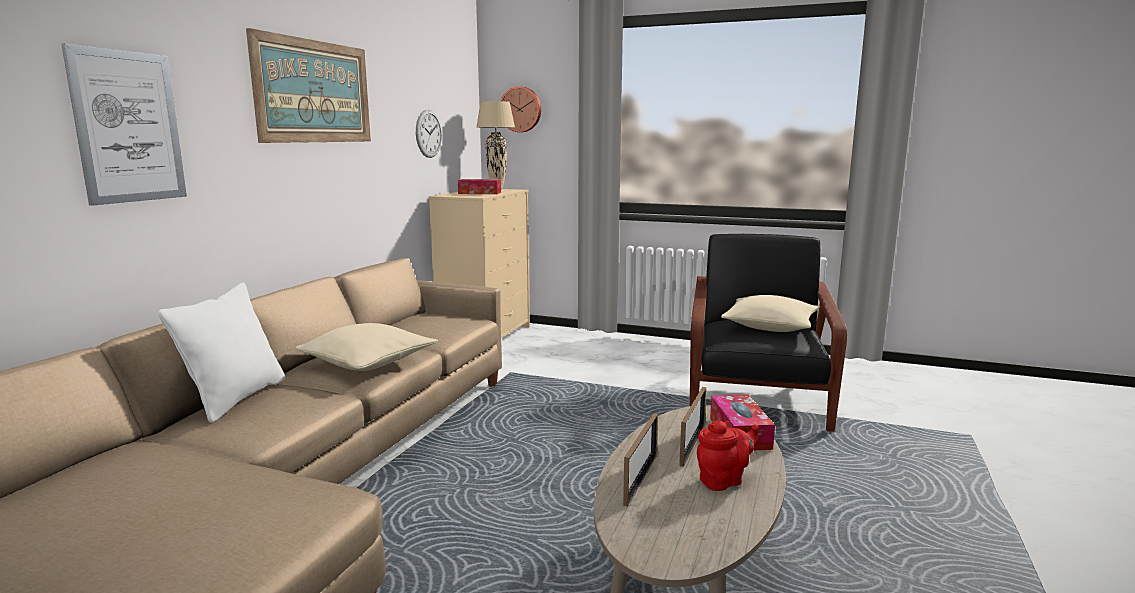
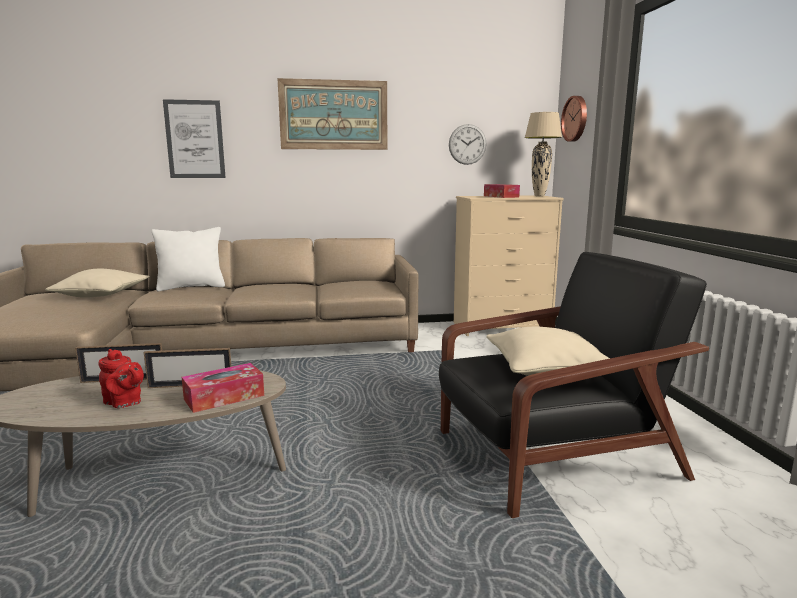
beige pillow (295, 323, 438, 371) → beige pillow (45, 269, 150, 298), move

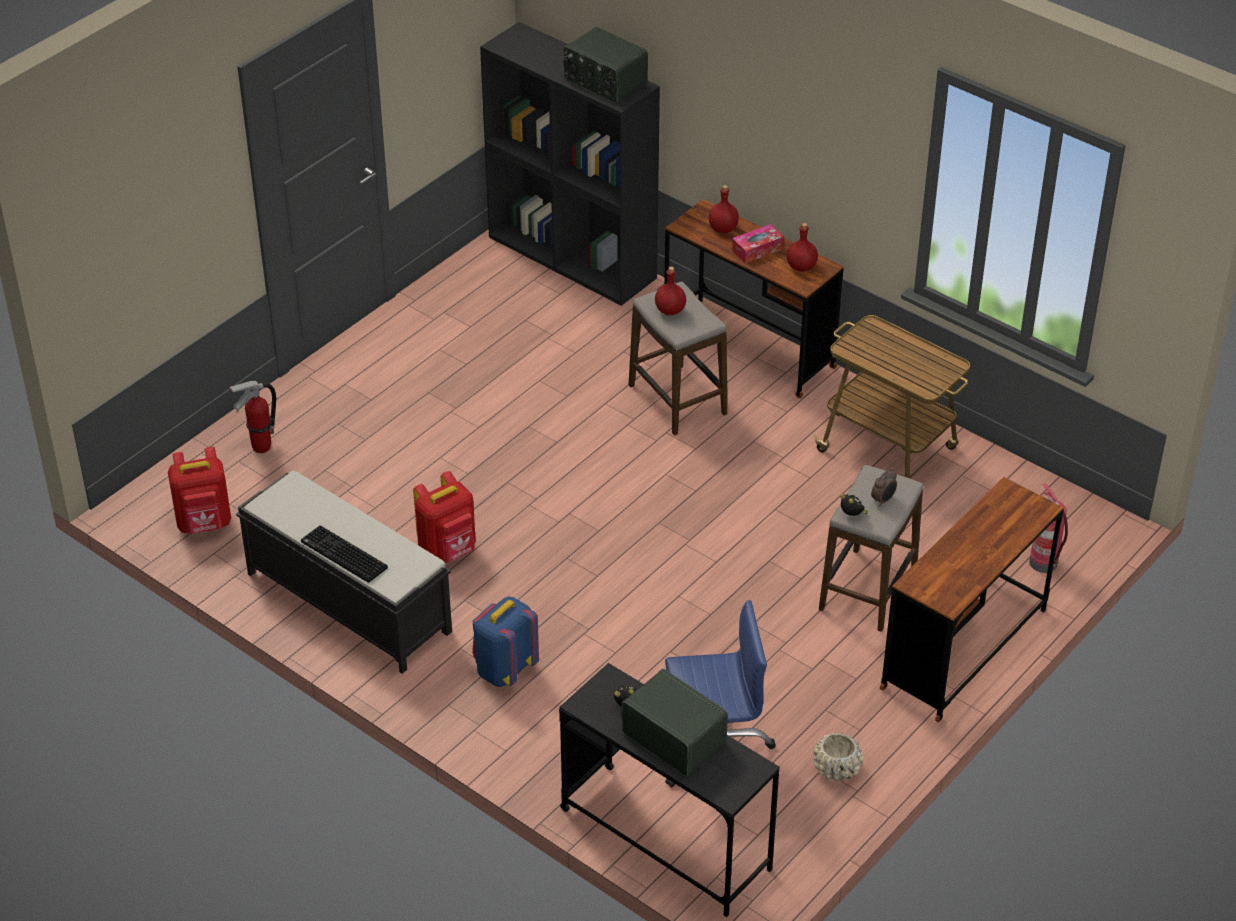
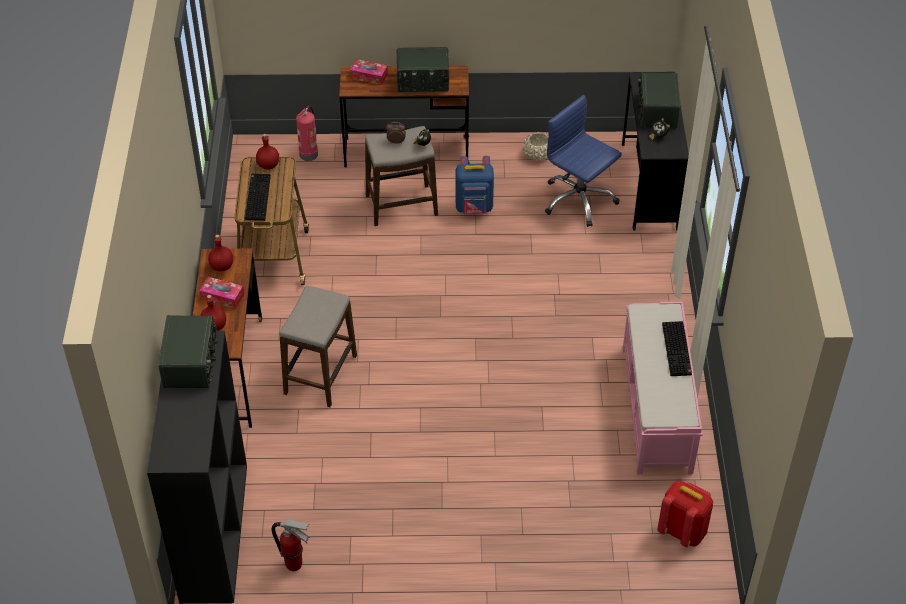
red bottle (655, 267, 686, 315) → red bottle (256, 134, 279, 169), move
fire extinguisher (229, 381, 276, 453) → fire extinguisher (271, 520, 310, 571), move
black bench (236, 471, 452, 674) → pink bench (623, 302, 703, 475)
red backpack (413, 471, 476, 563) → -
blue backpack (472, 596, 539, 687) → blue backpack (455, 156, 494, 214), move
- → radio (397, 47, 449, 93)
- → tissue box (350, 59, 388, 85)
- → keyboard (245, 173, 271, 221)

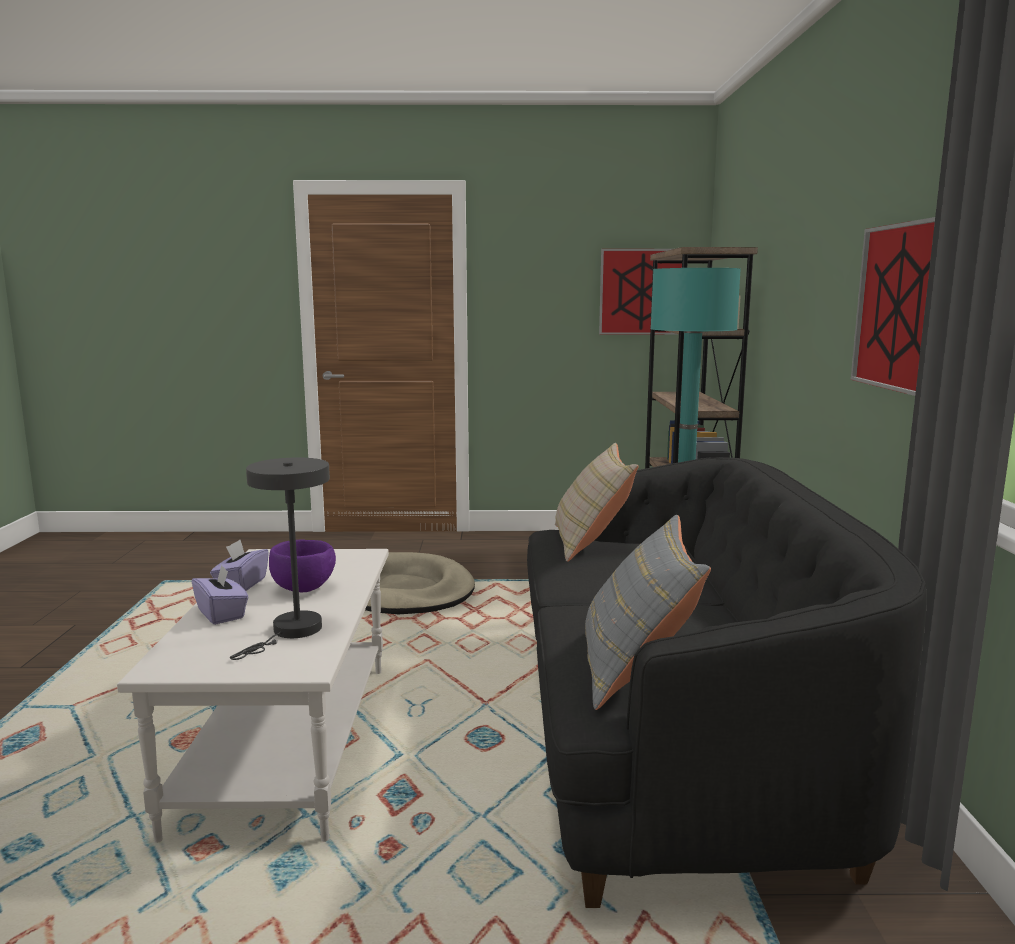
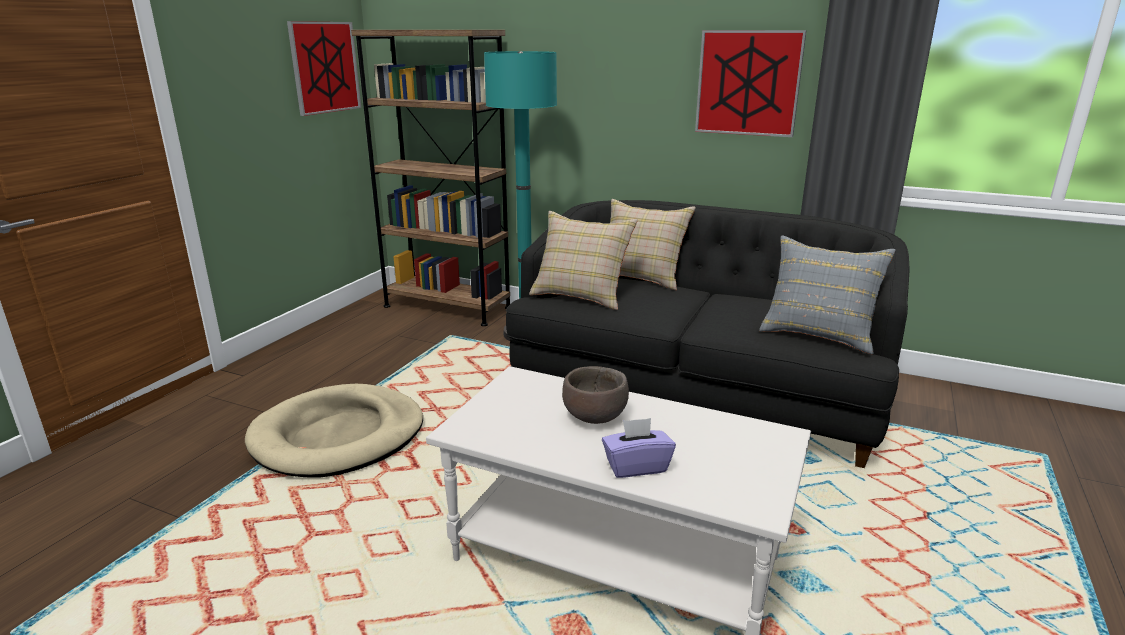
grey table lamp (230, 457, 330, 660) → -
purple tissue box (210, 540, 269, 591) → -
purple bowl (269, 540, 336, 592) → brown bowl (562, 366, 629, 424)
- → beige pillow (610, 199, 696, 290)

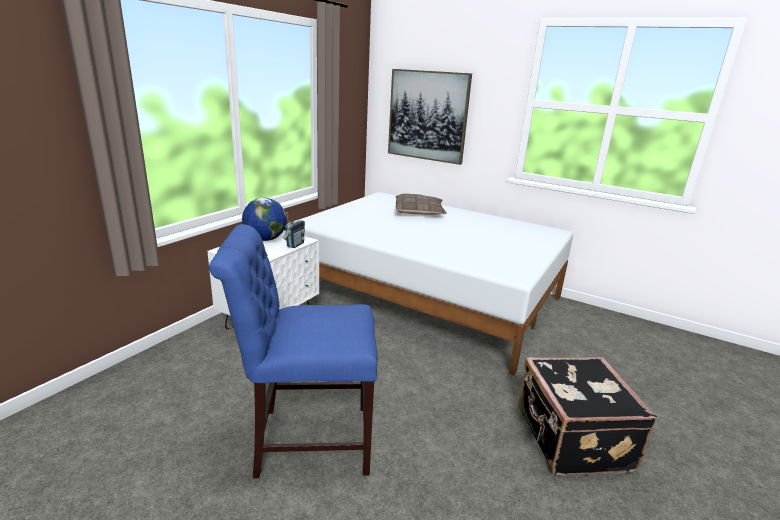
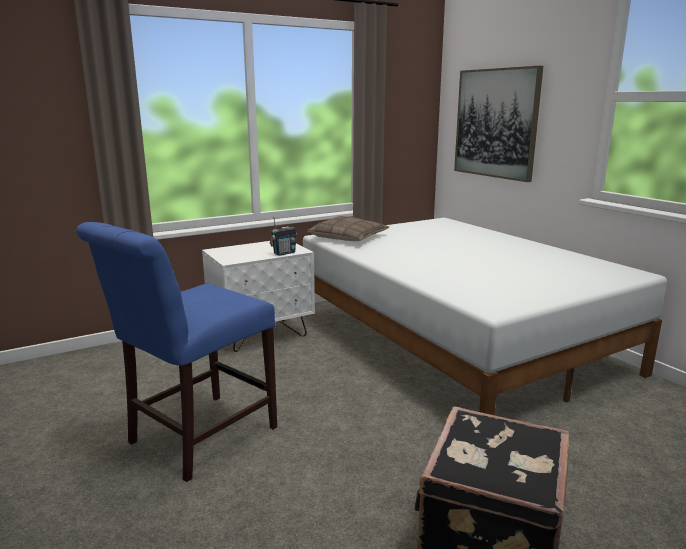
pillow (395, 194, 447, 215) → pillow (307, 216, 389, 241), move
globe (242, 198, 287, 241) → -
blue chair (209, 224, 378, 478) → blue chair (76, 222, 277, 482), 75 degrees counterclockwise

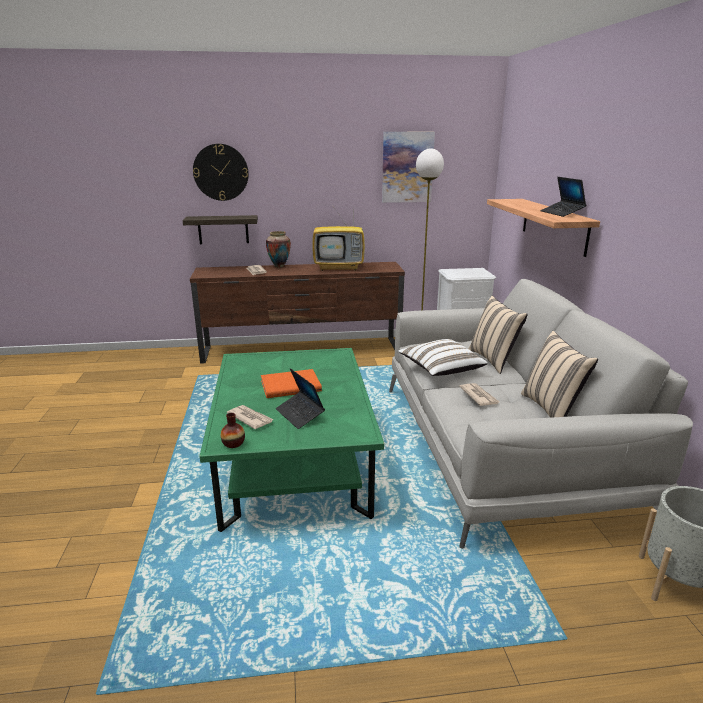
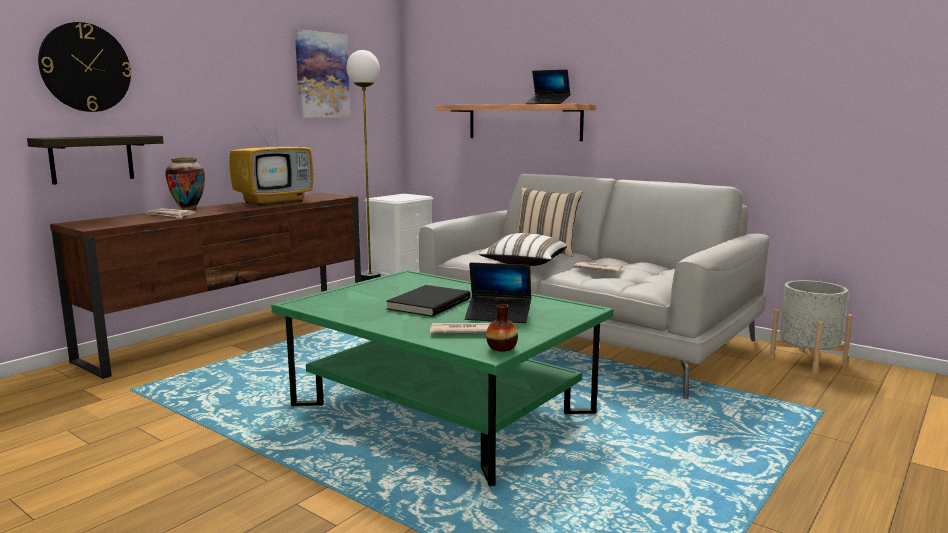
beige pillow (521, 331, 598, 418) → -
orange book (261, 369, 322, 398) → black book (386, 285, 471, 317)

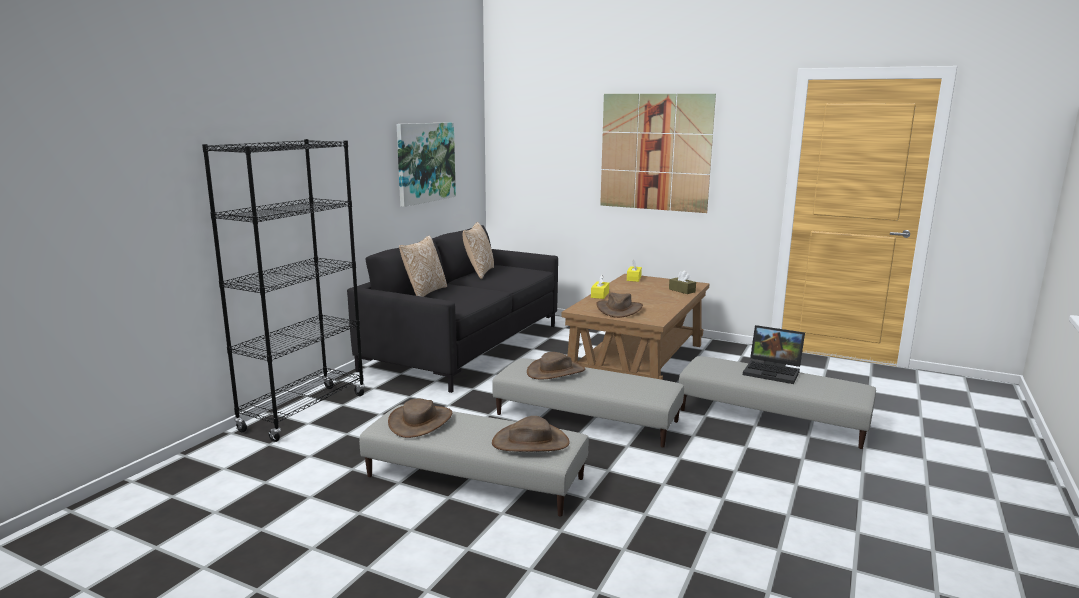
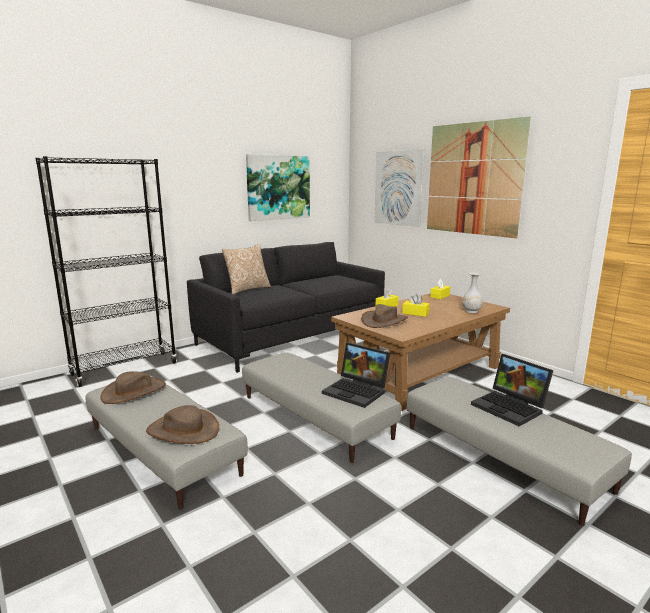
pillow (463, 222, 494, 279) → -
brown tissue box (669, 270, 696, 294) → white vase (462, 272, 483, 313)
brown hat (527, 352, 585, 379) → -
- → picture (374, 149, 425, 227)
- → yellow tissue box (402, 294, 430, 317)
- → laptop (322, 342, 390, 408)

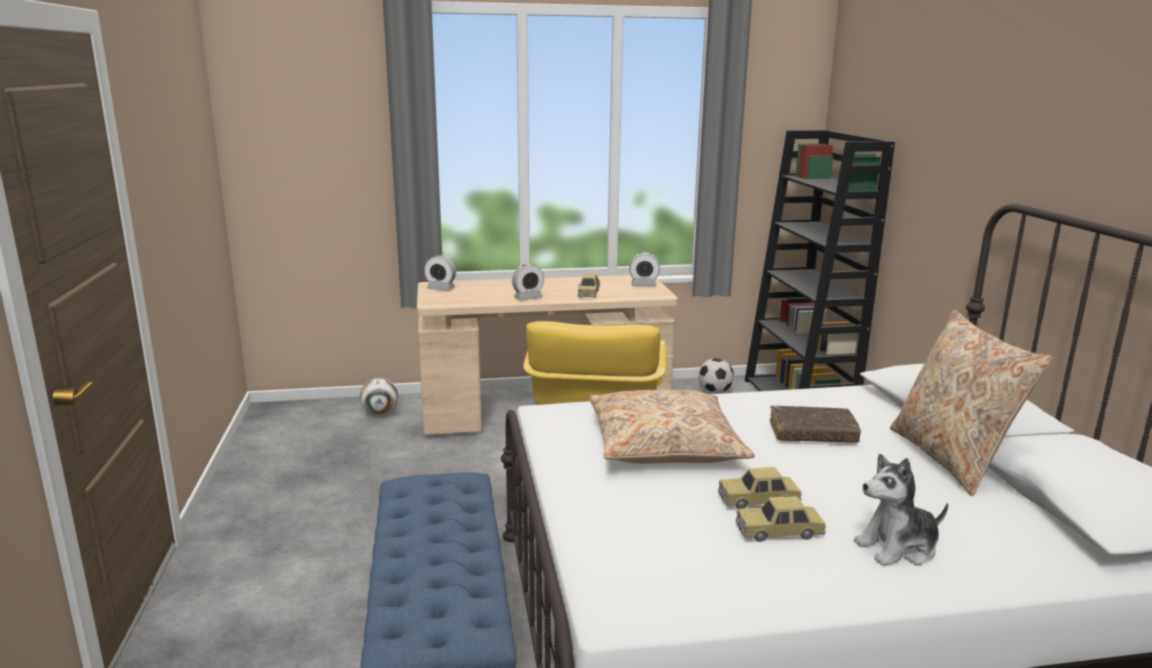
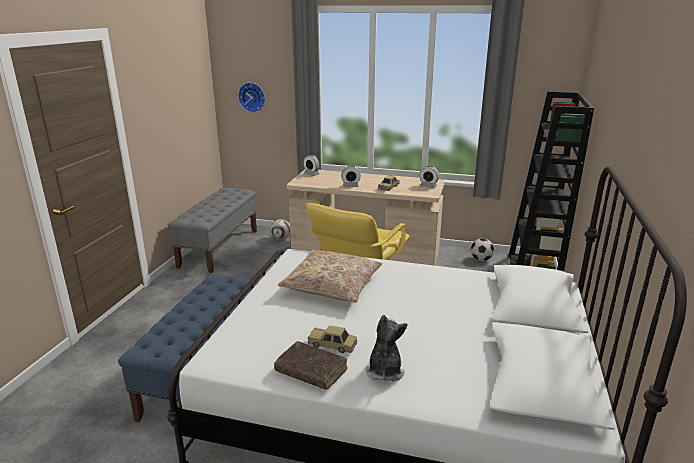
beige pillow (890, 310, 1053, 496) → -
brown book (770, 406, 861, 443) → brown book (274, 341, 348, 390), move
plush toy (854, 454, 948, 566) → plush toy (366, 315, 407, 382), 90 degrees clockwise
toy car (718, 467, 802, 509) → -
- → wall clock (238, 82, 265, 113)
- → grey bench (168, 188, 257, 273)

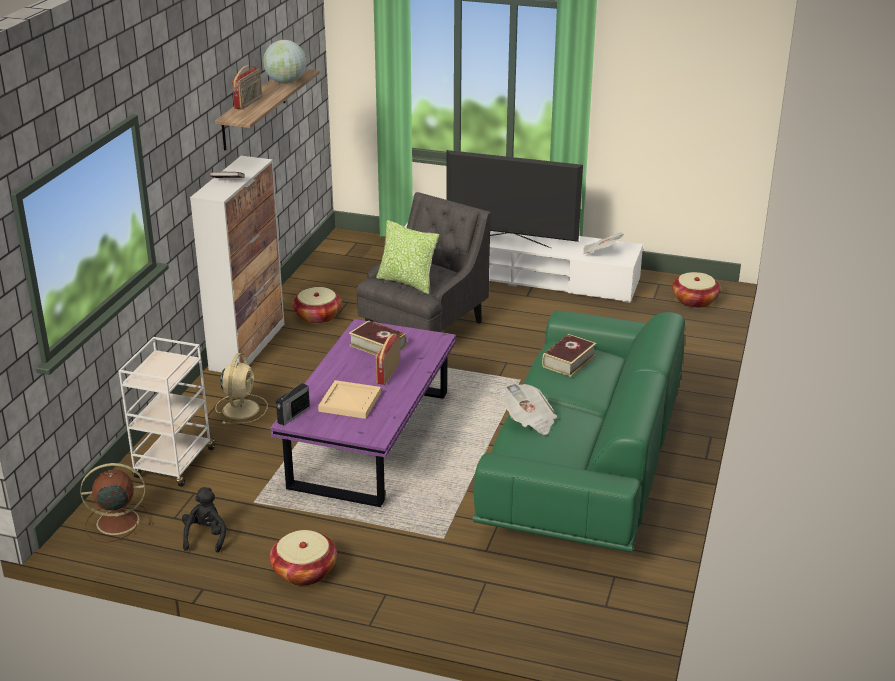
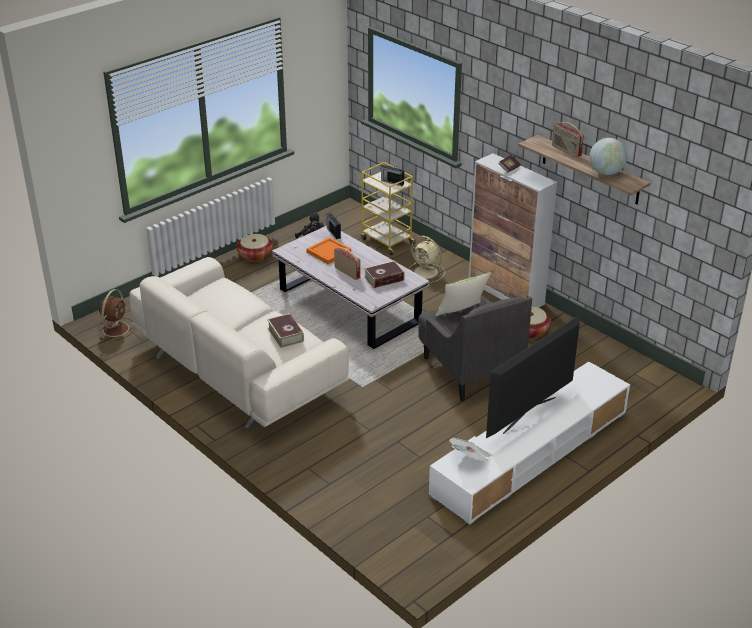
basket (672, 272, 721, 308) → -
green sofa (473, 311, 685, 552) → beige sofa (129, 257, 349, 429)
purple coffee table (270, 319, 456, 507) → white coffee table (272, 226, 430, 349)
white cart (118, 337, 217, 487) → yellow cart (361, 162, 416, 255)
beige tray (318, 380, 381, 419) → orange tray (306, 237, 351, 264)
newspaper (502, 383, 557, 435) → -
brown fan (80, 463, 151, 543) → brown fan (98, 289, 135, 340), move
- → radio (381, 165, 404, 186)

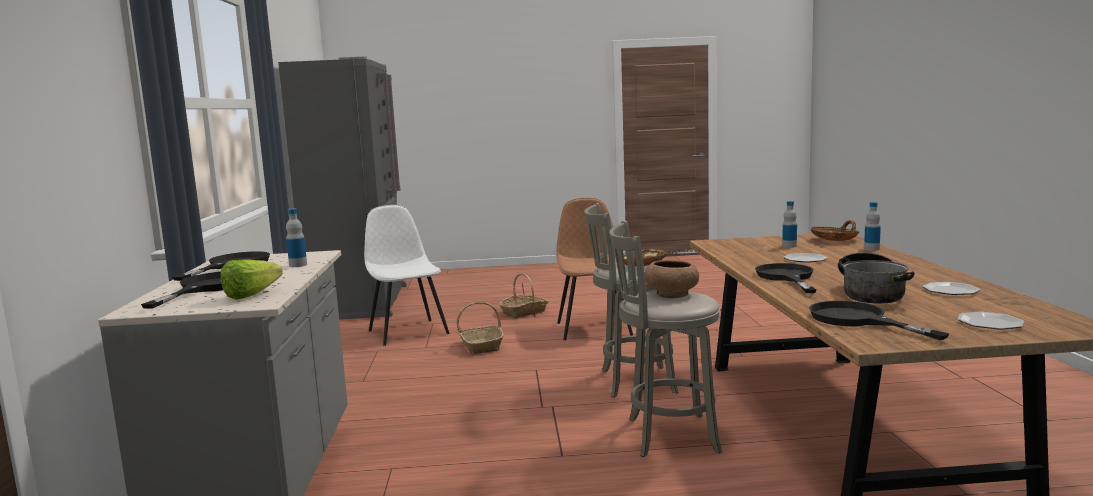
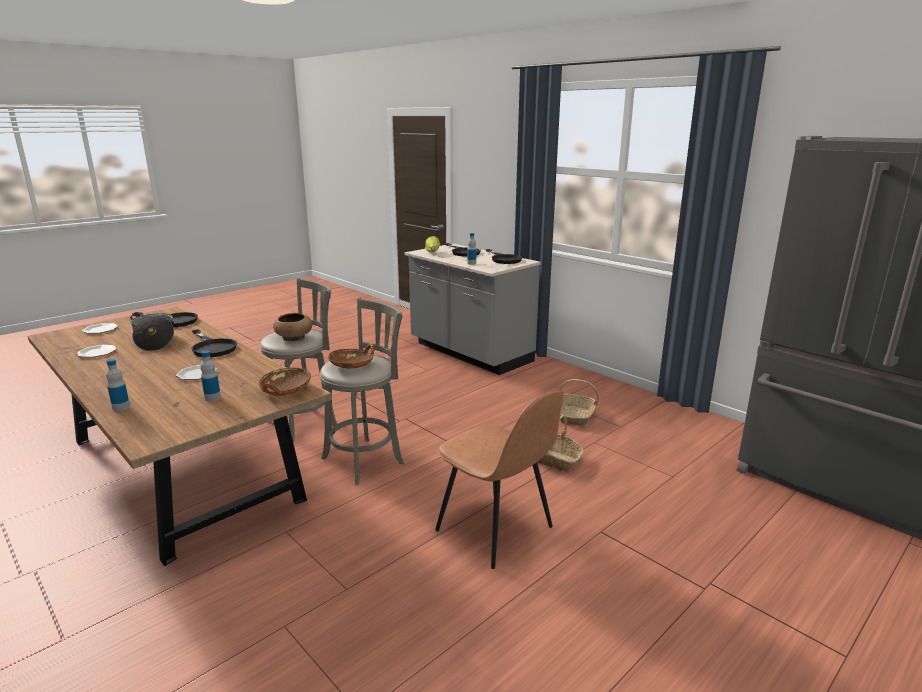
white chair (364, 205, 449, 346) → -
brown bowl (811, 220, 859, 241) → brown bowl (259, 367, 311, 396), move
basket (499, 273, 549, 318) → basket (559, 379, 599, 426), move

